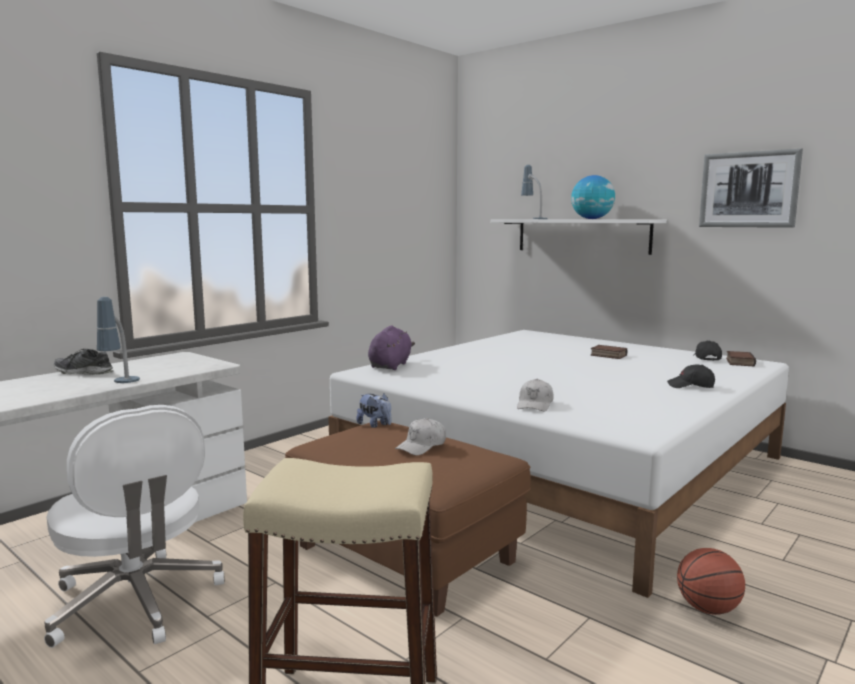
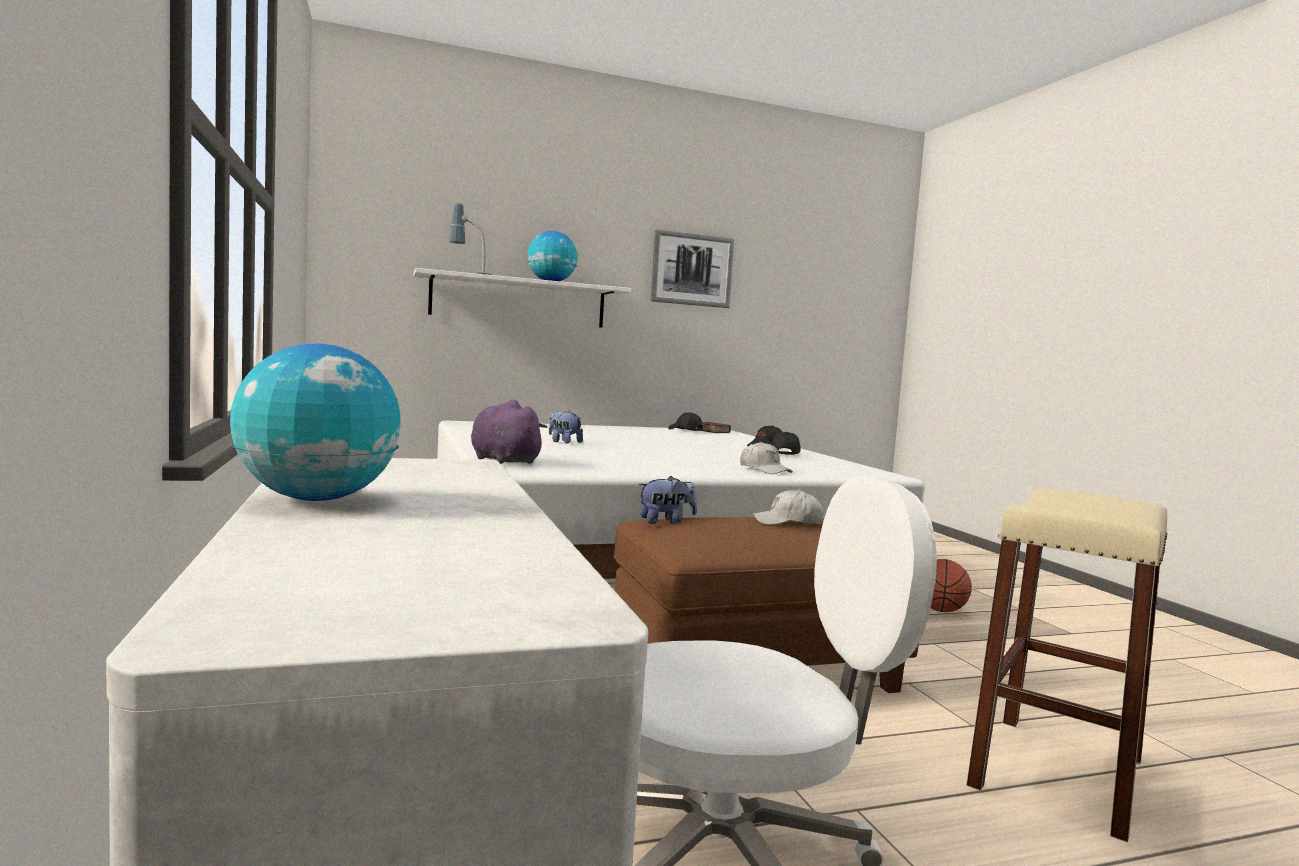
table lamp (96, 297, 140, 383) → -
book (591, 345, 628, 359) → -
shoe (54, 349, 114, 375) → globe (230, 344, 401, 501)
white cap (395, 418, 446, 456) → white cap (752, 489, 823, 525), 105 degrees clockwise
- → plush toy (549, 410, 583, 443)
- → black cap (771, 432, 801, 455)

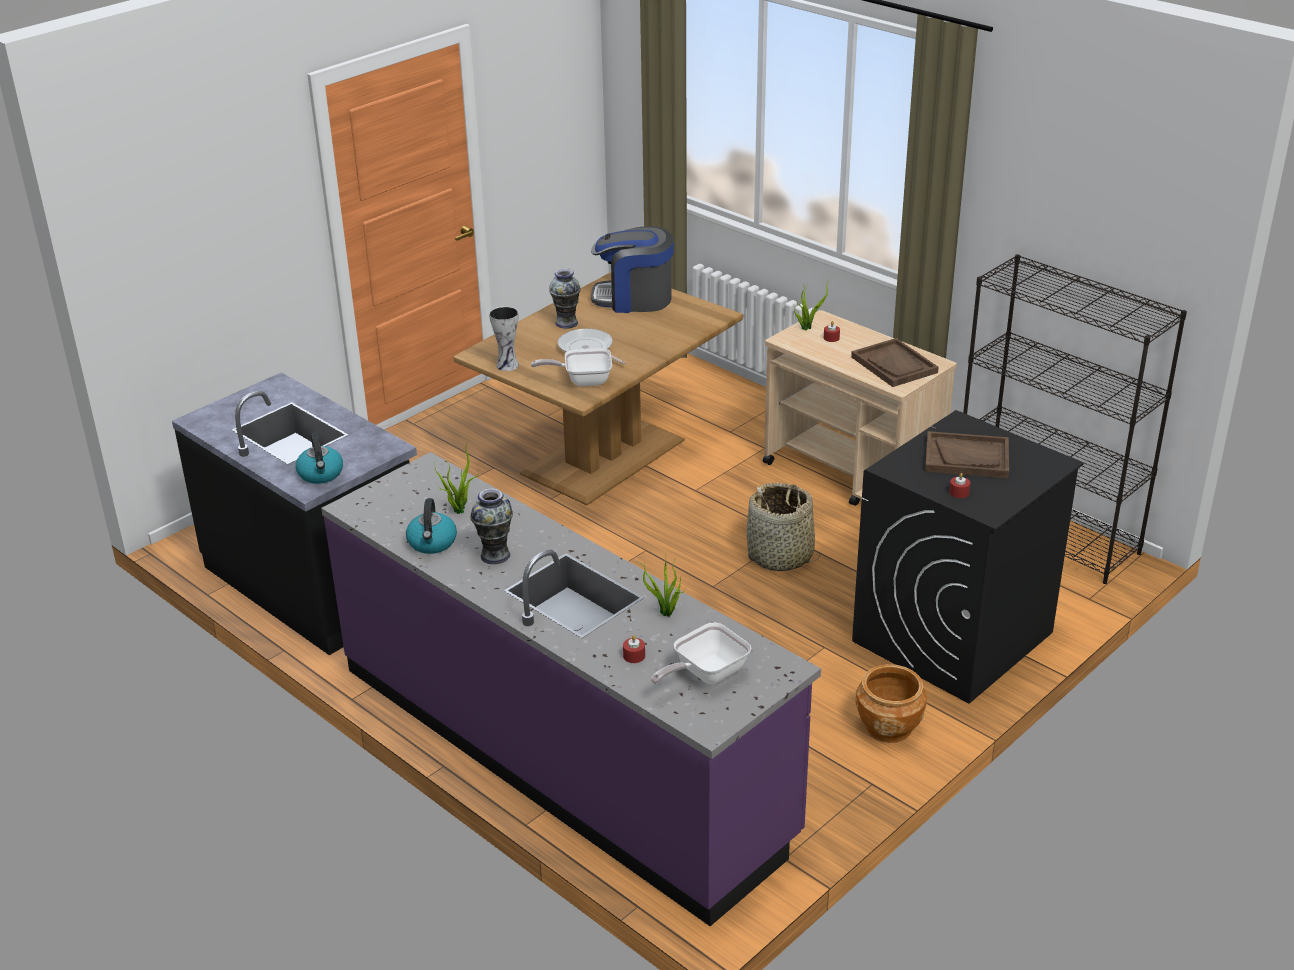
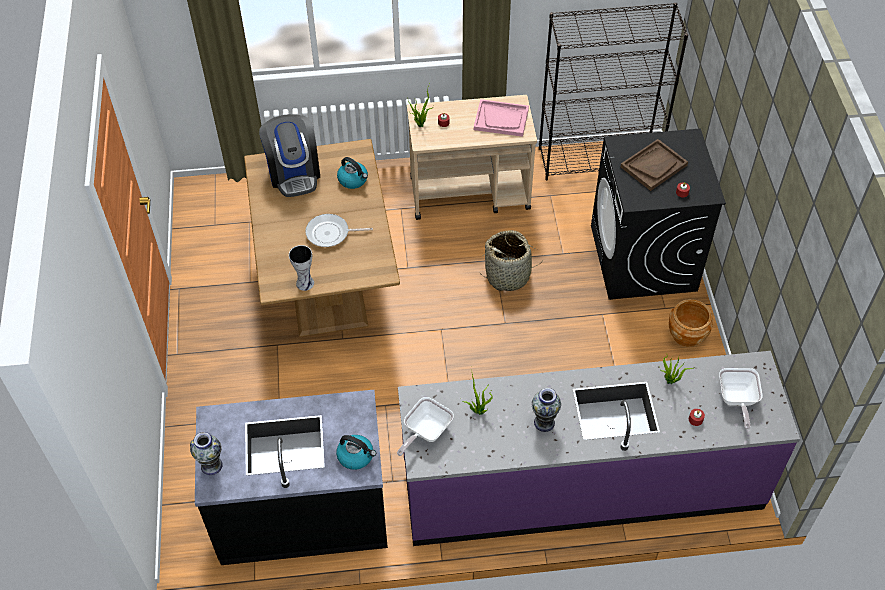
coffee machine (591, 226, 674, 313) → coffee machine (259, 114, 320, 197), 60 degrees counterclockwise
vase (549, 268, 581, 329) → vase (190, 432, 223, 475), move
brown tray (851, 338, 939, 387) → pink tray (474, 99, 529, 137)
frying pan (531, 348, 612, 386) → frying pan (397, 397, 454, 456), move
kettle (406, 499, 457, 554) → kettle (337, 157, 368, 189), move

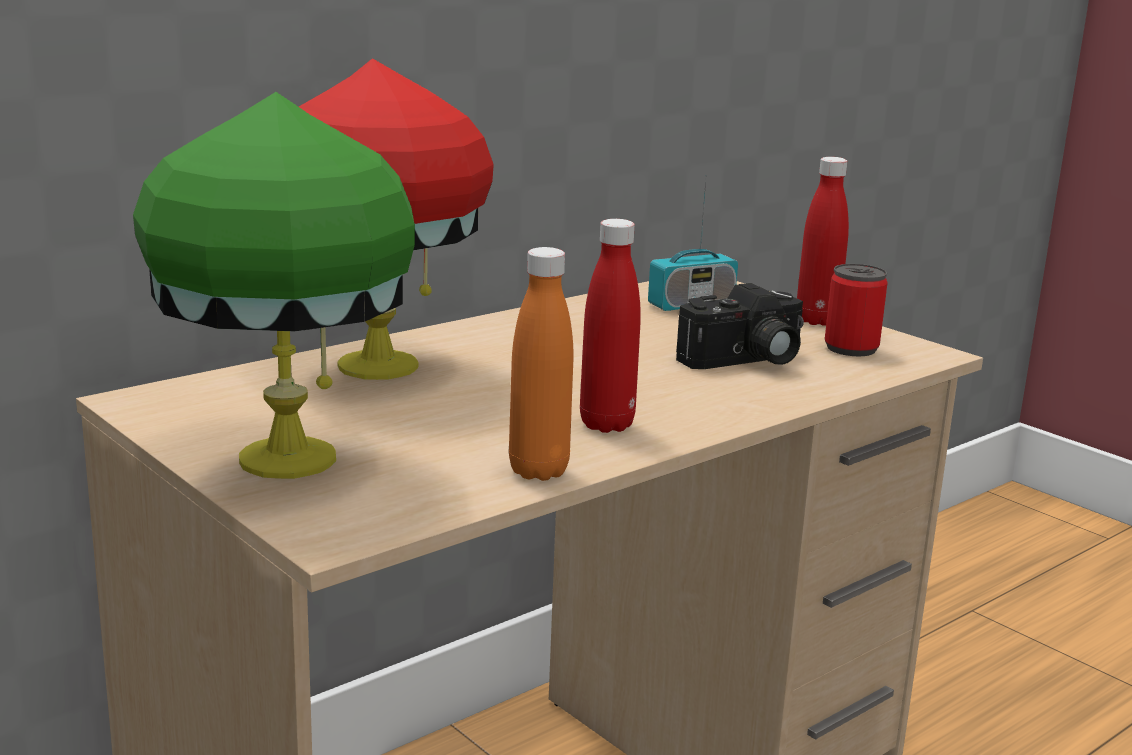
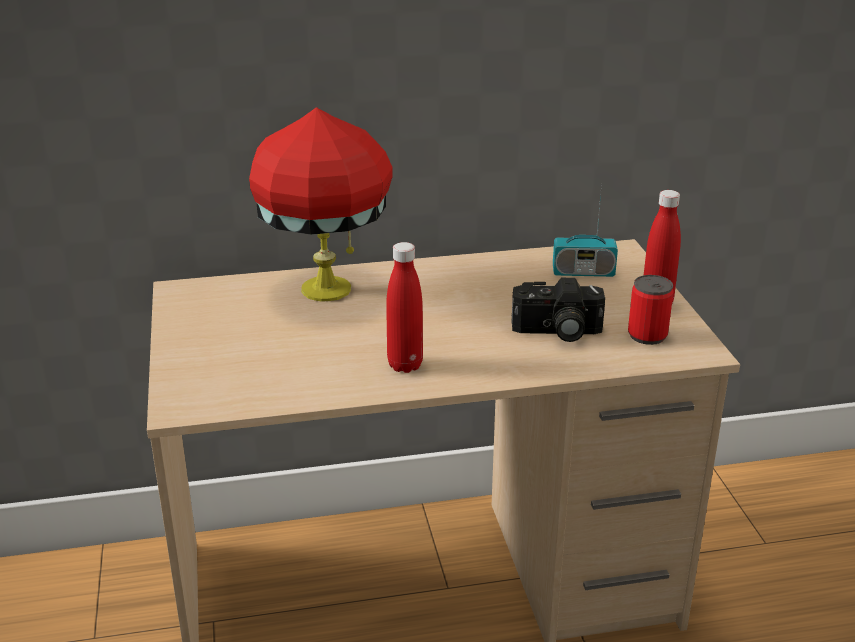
green table lamp (133, 92, 415, 479) → -
orange bottle (509, 247, 573, 481) → -

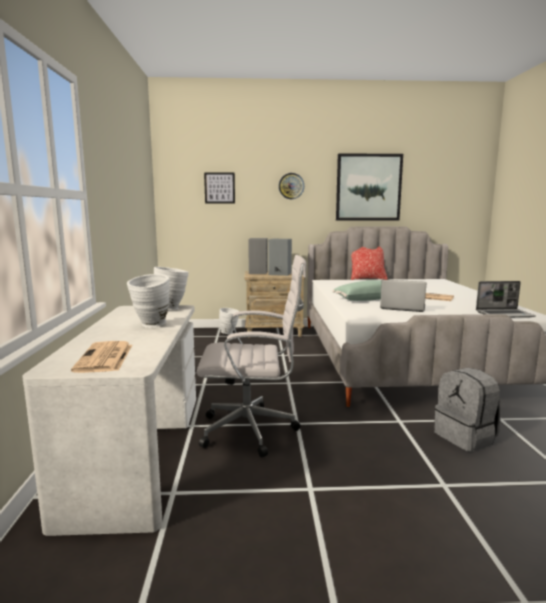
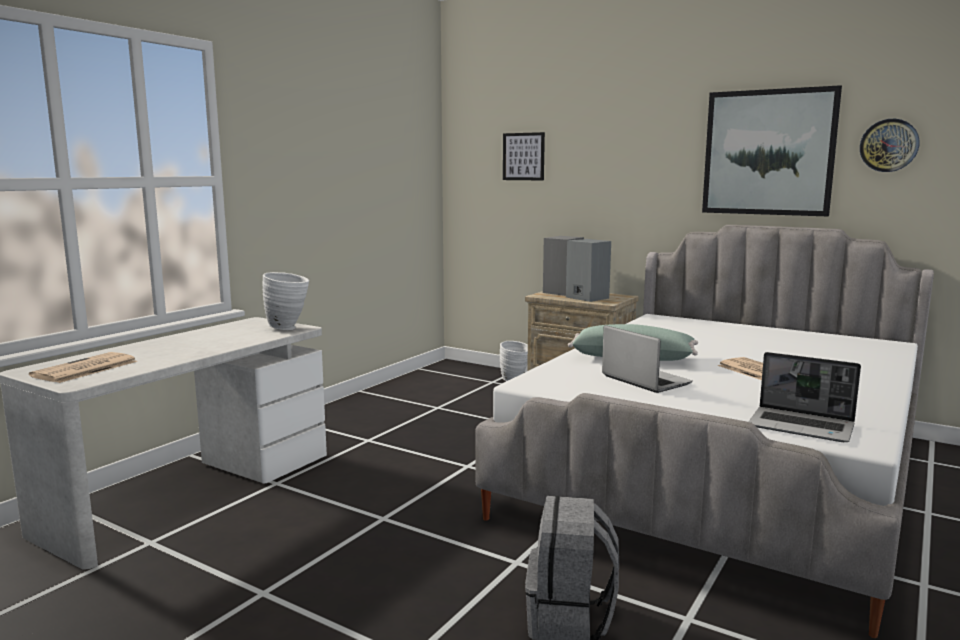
wall clock (279, 173, 304, 199) → wall clock (860, 119, 919, 172), move
pillow (351, 246, 388, 280) → -
white office chair (196, 255, 306, 457) → -
white vase (127, 274, 170, 328) → -

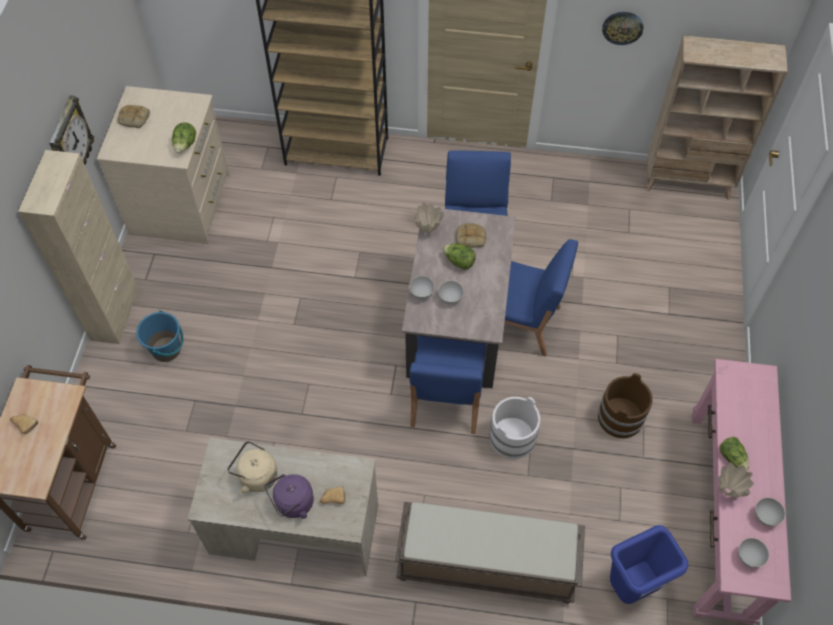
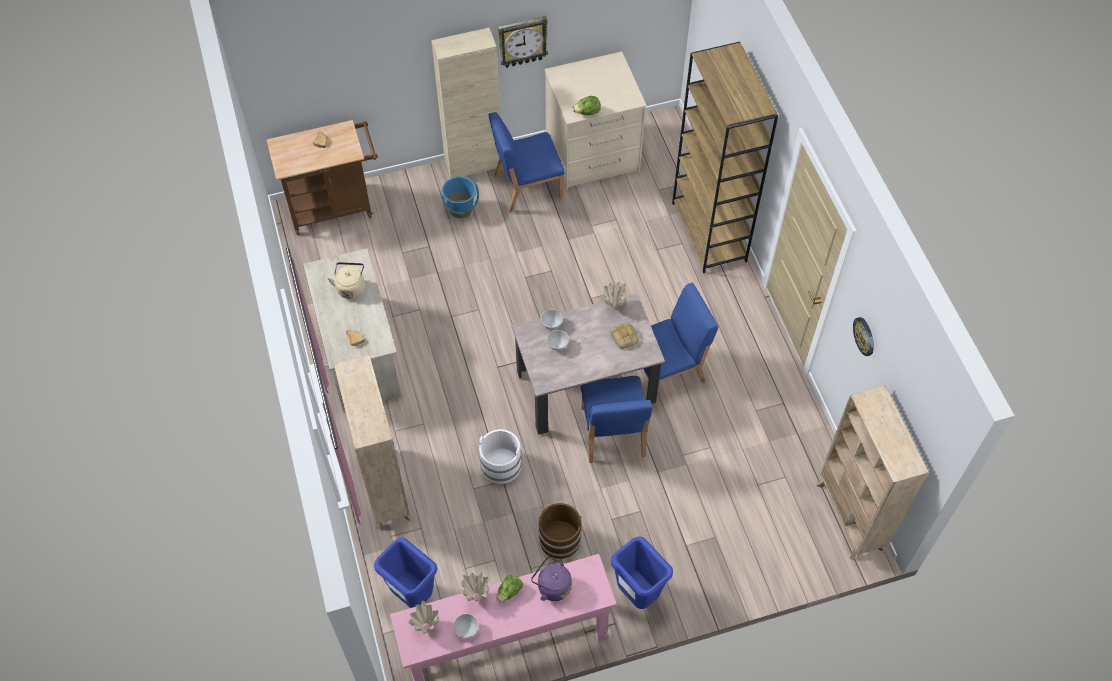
bread (118, 105, 150, 128) → -
lettuce (443, 244, 476, 270) → -
blue chair (410, 336, 486, 434) → blue chair (489, 112, 564, 213), move
purple kettle (264, 474, 314, 518) → purple kettle (531, 556, 572, 601), move
brown bench (395, 502, 585, 604) → beige bookcase (333, 355, 412, 530)
grey bowl (738, 538, 769, 568) → beige vase (408, 601, 440, 634)
- → blue trash can (611, 536, 673, 609)

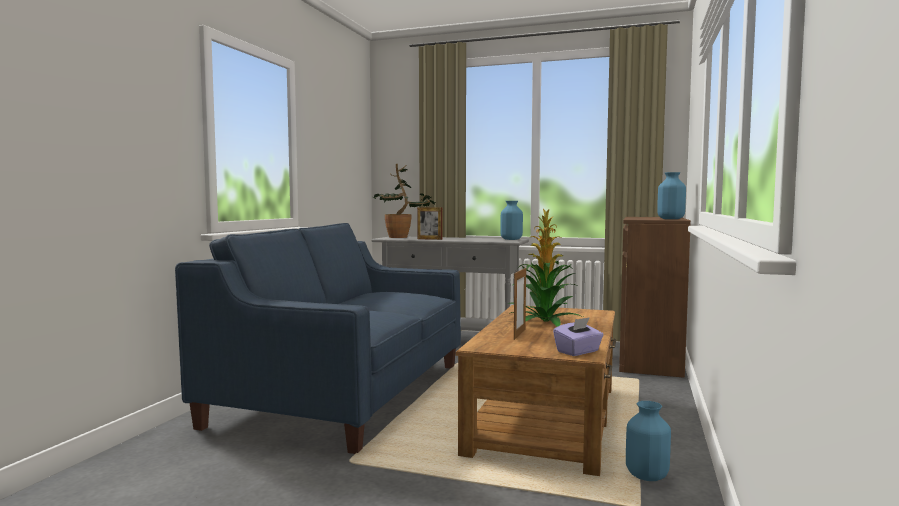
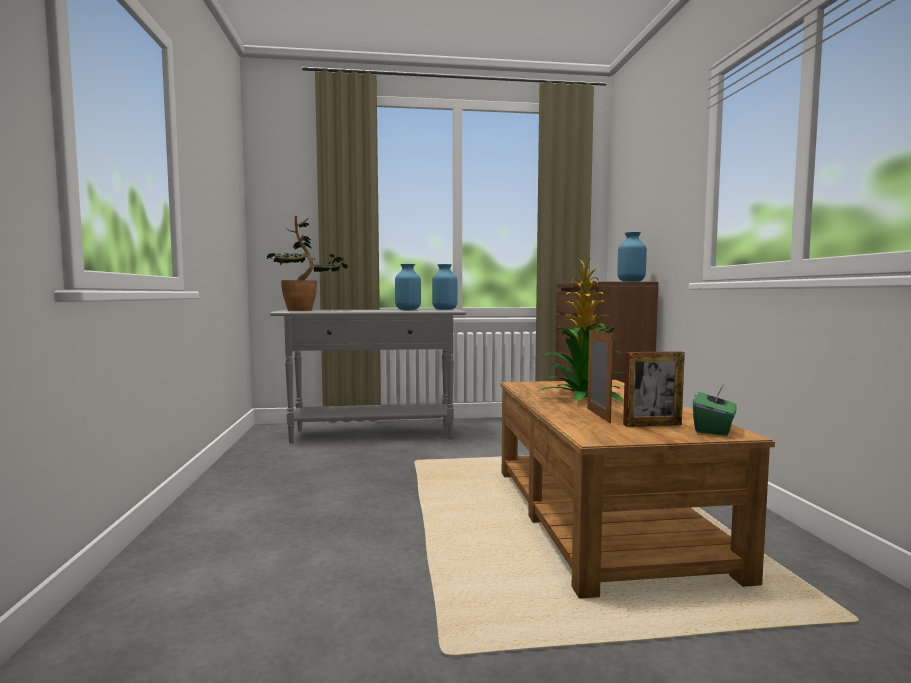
picture frame (417, 207, 442, 240) → picture frame (623, 351, 685, 427), move
blue sofa (175, 223, 461, 454) → -
purple tissue box (553, 317, 604, 356) → green tissue box (693, 384, 737, 436)
blue vase (626, 401, 671, 481) → blue vase (395, 264, 421, 310), move

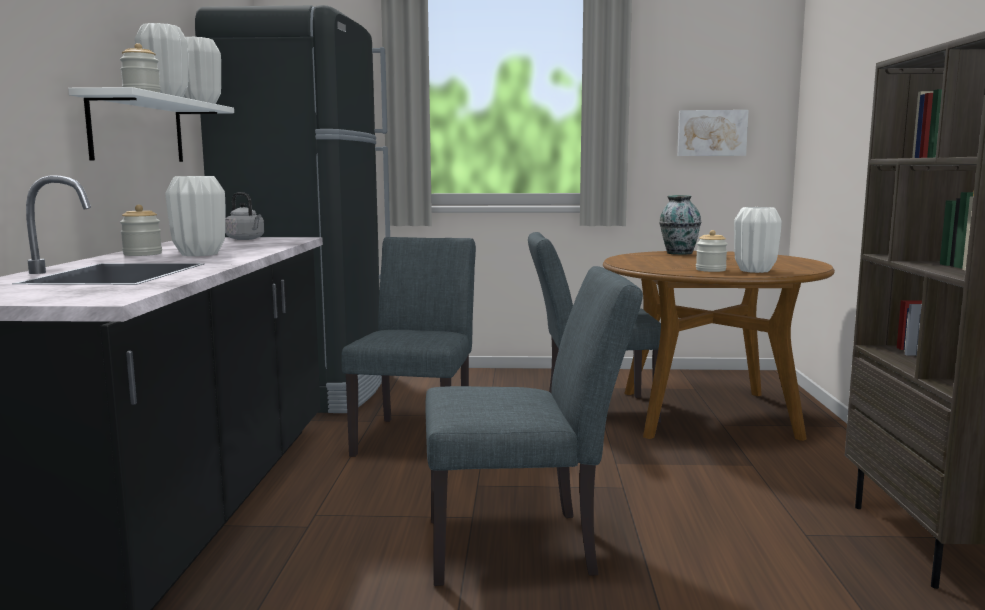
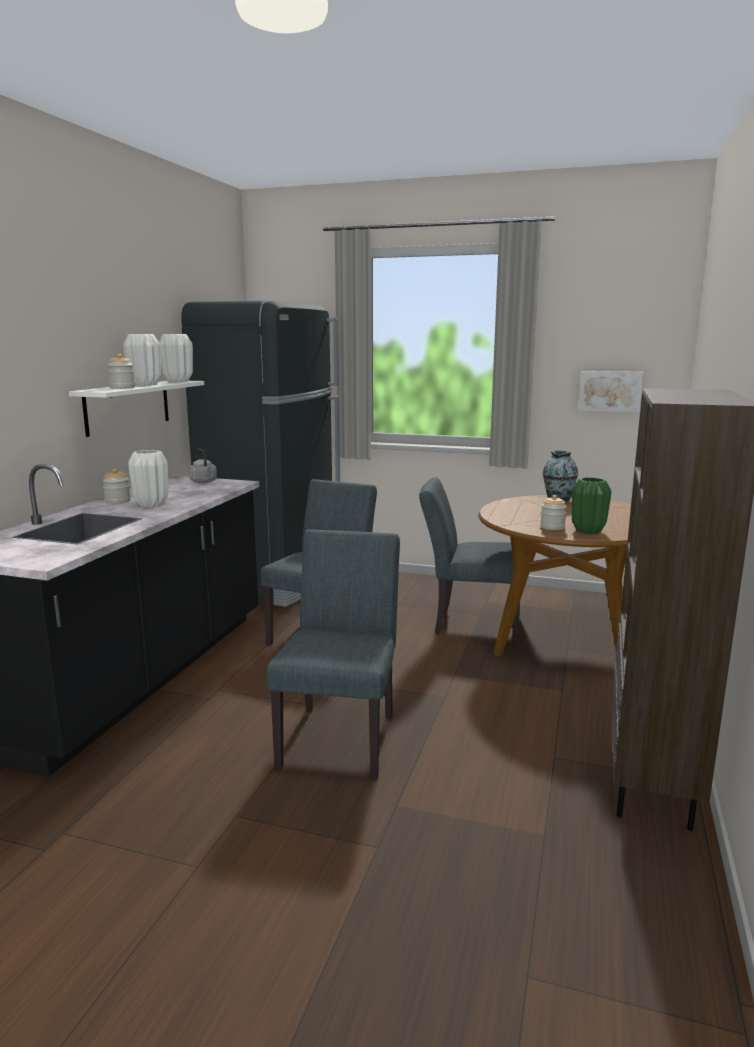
white vase (734, 207, 782, 273) → green vase (572, 477, 611, 534)
grey chair (425, 266, 643, 586) → grey chair (266, 530, 400, 779), 90 degrees counterclockwise

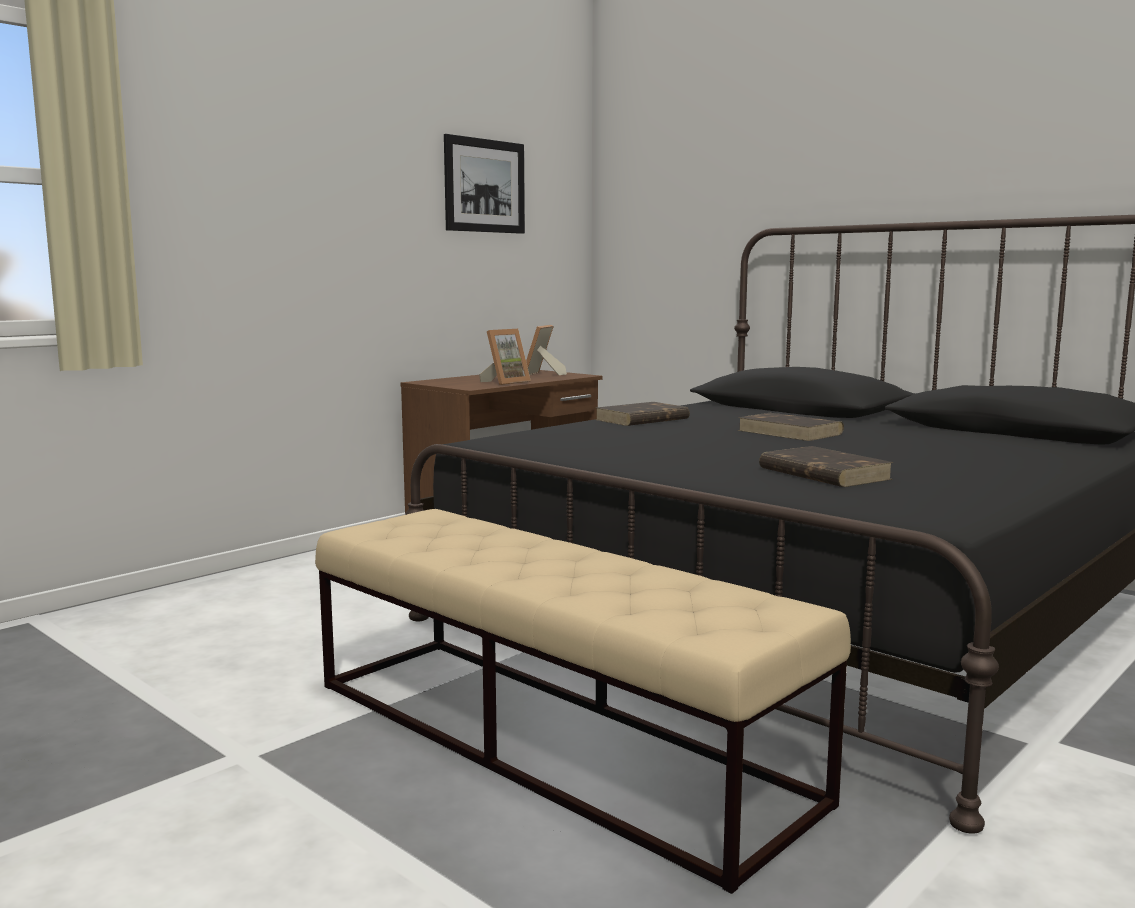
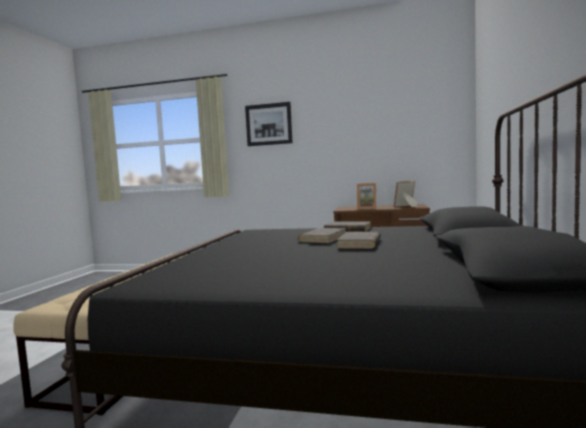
picture (444, 134, 525, 234) → picture (245, 102, 292, 146), move
brown book (759, 446, 894, 487) → brown book (298, 228, 346, 243), move

